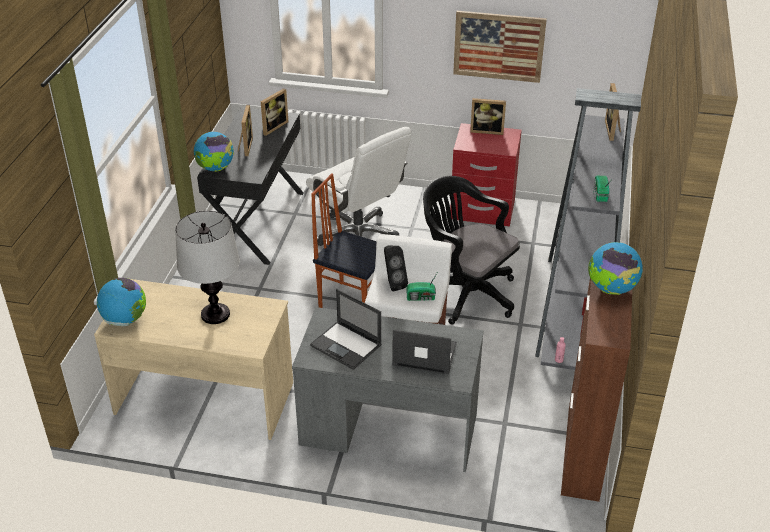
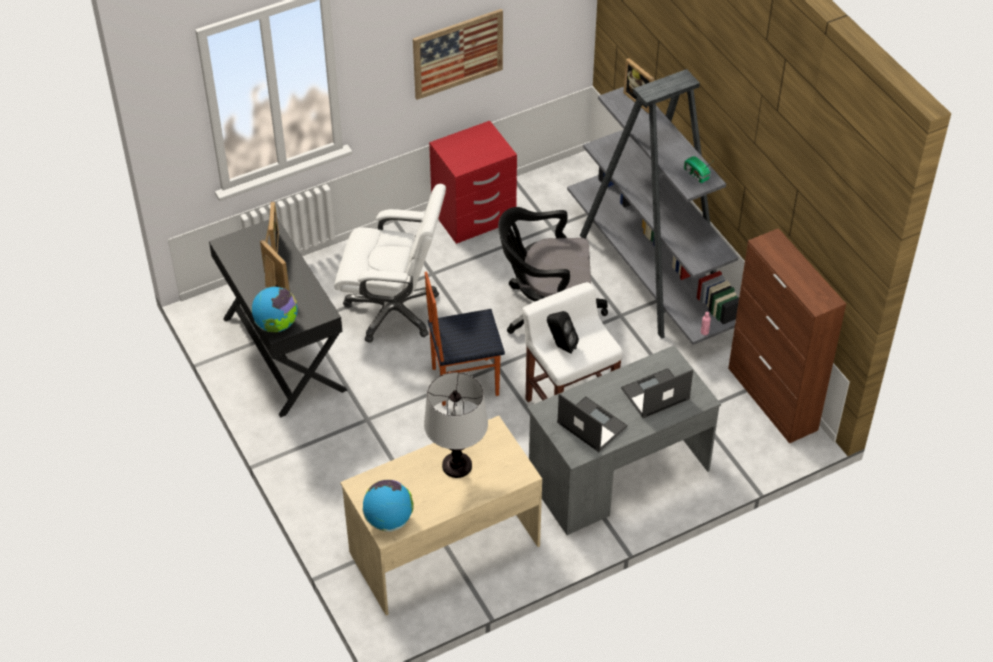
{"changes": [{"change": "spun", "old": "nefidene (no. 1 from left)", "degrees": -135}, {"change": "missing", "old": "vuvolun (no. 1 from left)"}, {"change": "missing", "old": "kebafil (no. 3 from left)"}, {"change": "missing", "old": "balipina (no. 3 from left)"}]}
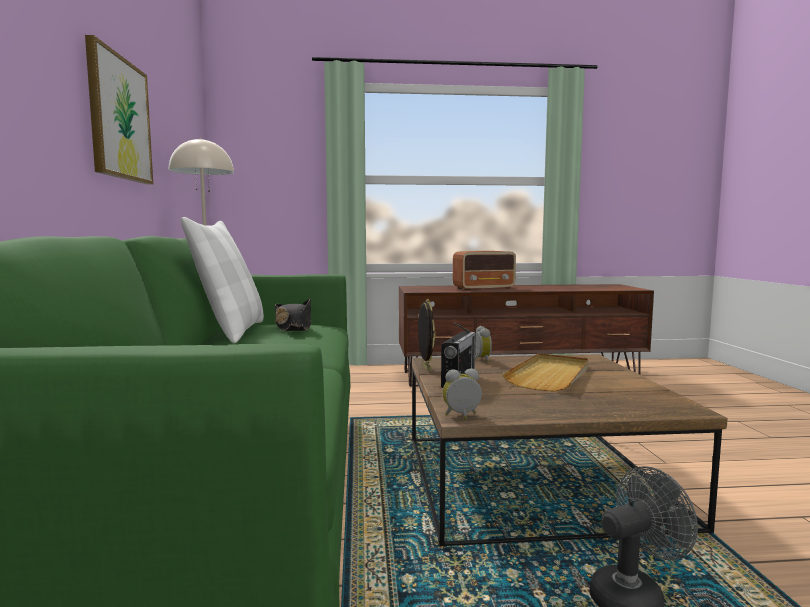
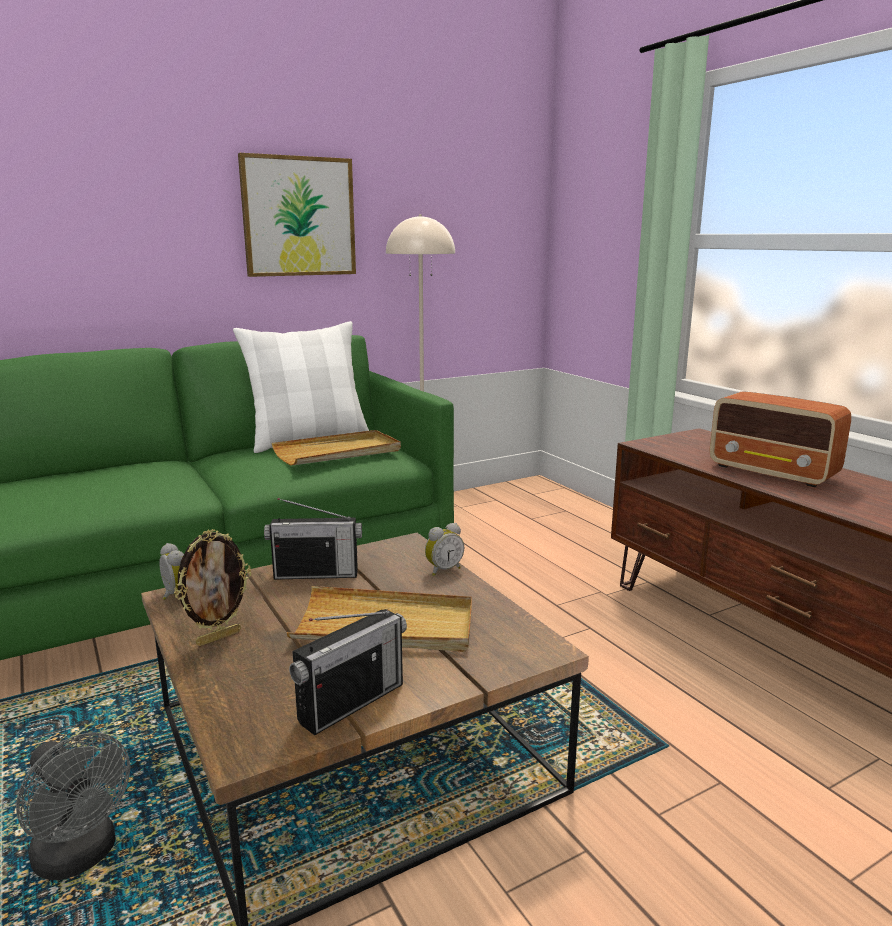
{"changes": [{"change": "exchanged", "old": "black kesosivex", "new": "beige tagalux (no. 1 from left)"}, {"change": "relocated", "old": "kebafil"}, {"change": "appeared", "new": "vuvolun (no. 2 from left)"}]}
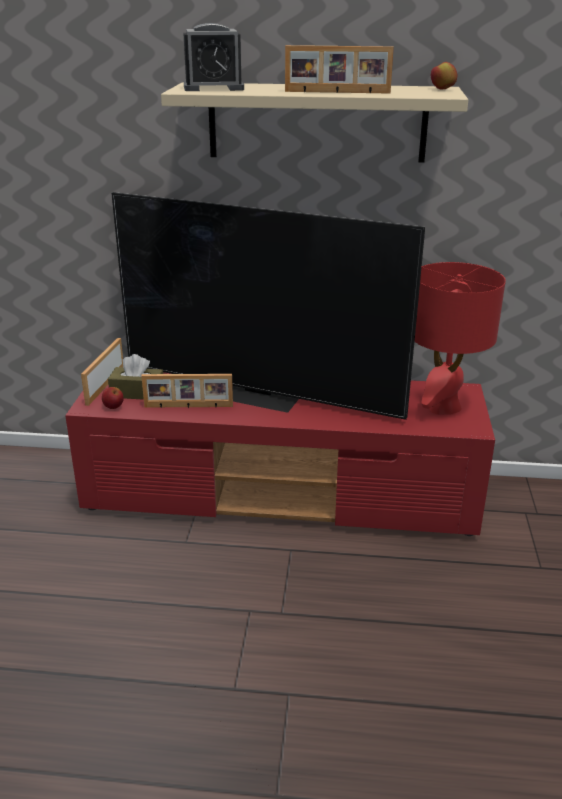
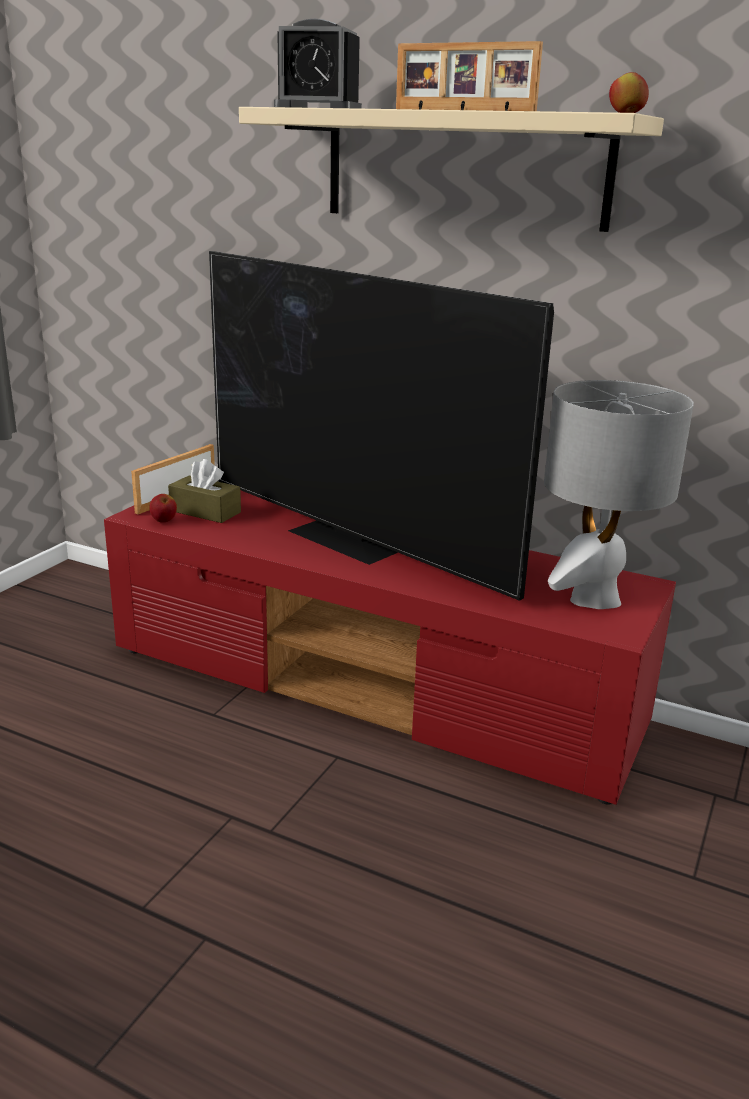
{"changes": [{"change": "missing", "old": "kebafil (no. 2 from left)"}, {"change": "colour", "old": "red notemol", "new": "grey notemol"}]}
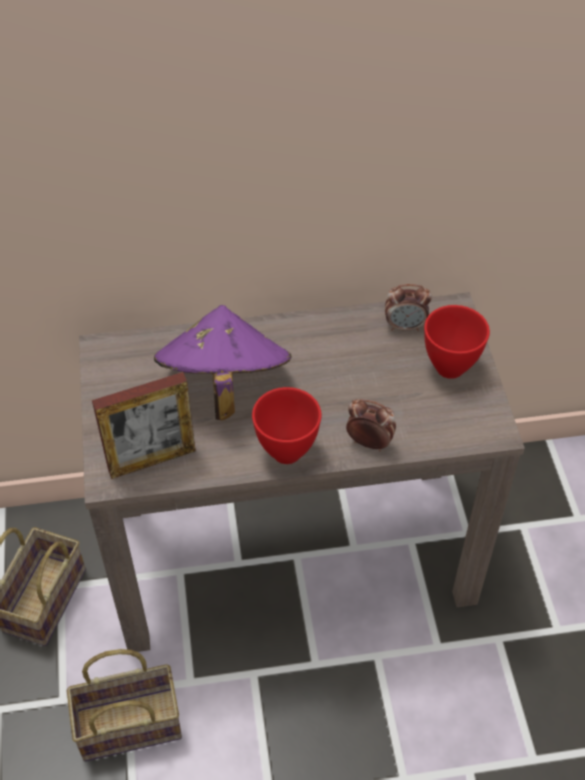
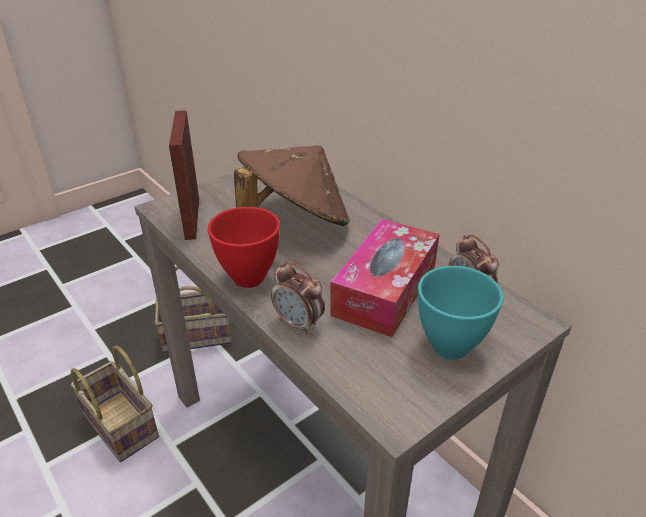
{"changes": [{"change": "spun", "old": "kebafil", "degrees": 45}, {"change": "colour", "old": "purple kesosivex", "new": "brown kesosivex"}, {"change": "spun", "old": "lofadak (no. 1 from left)", "degrees": 135}, {"change": "colour", "old": "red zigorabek (no. 2 from left)", "new": "turquoise zigorabek"}, {"change": "appeared", "new": "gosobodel"}]}
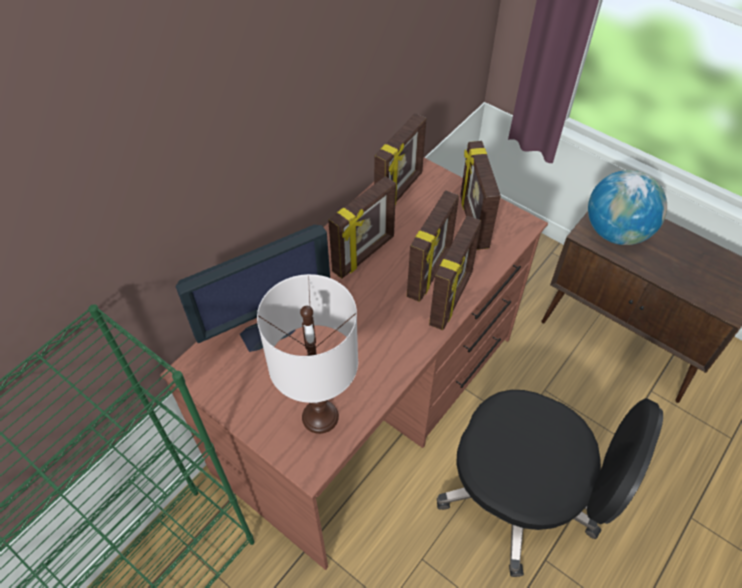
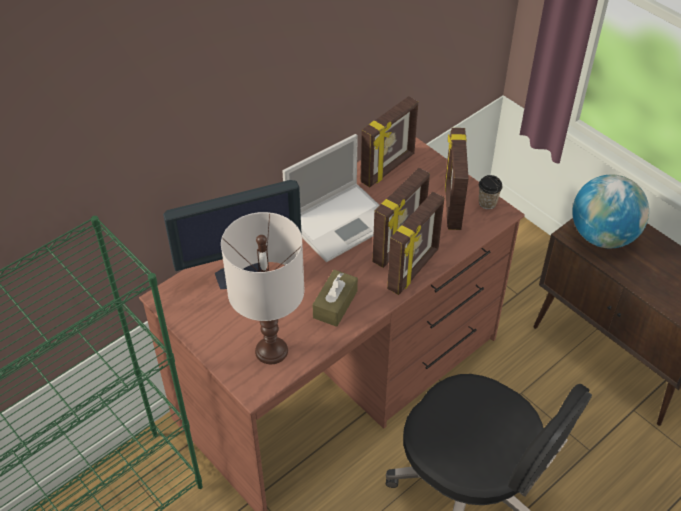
{"changes": [{"change": "exchanged", "old": "kebafil (no. 1 from left)", "new": "nefidene"}, {"change": "appeared", "new": "brown gosobodel"}, {"change": "appeared", "new": "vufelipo"}]}
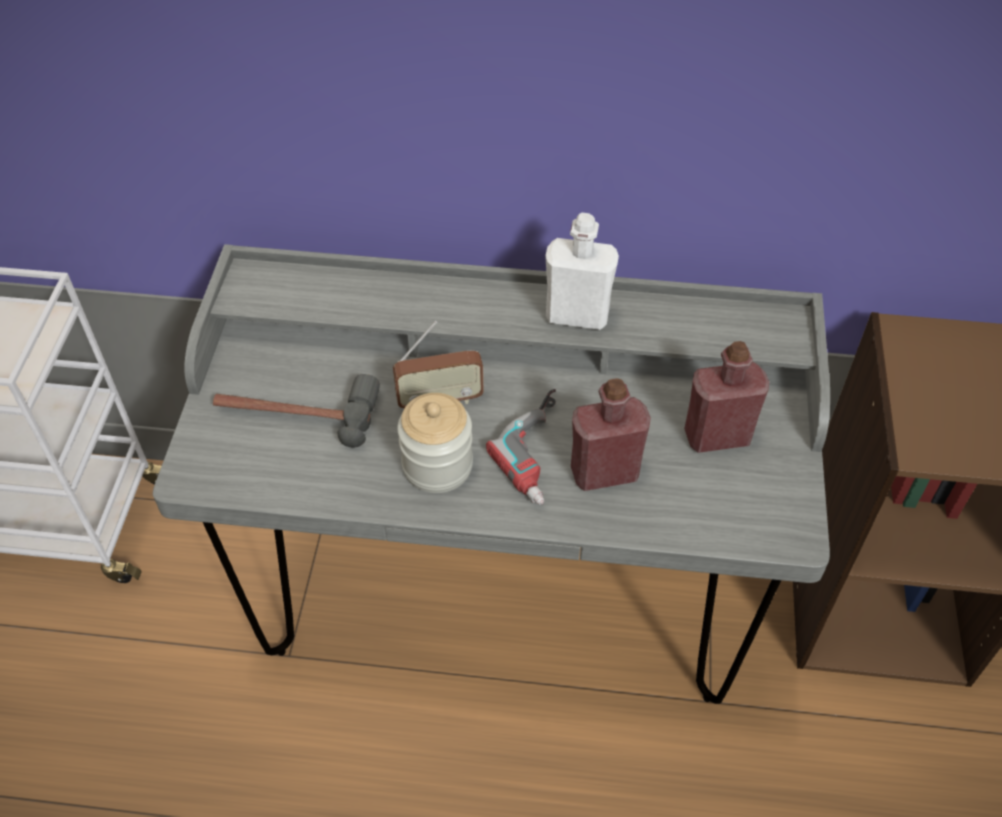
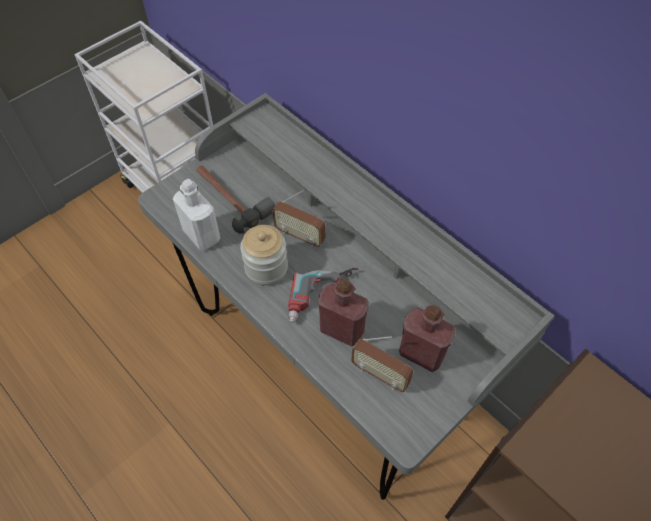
{"changes": [{"change": "relocated", "old": "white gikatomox"}, {"change": "appeared", "new": "vuvolun (no. 2 from left)"}]}
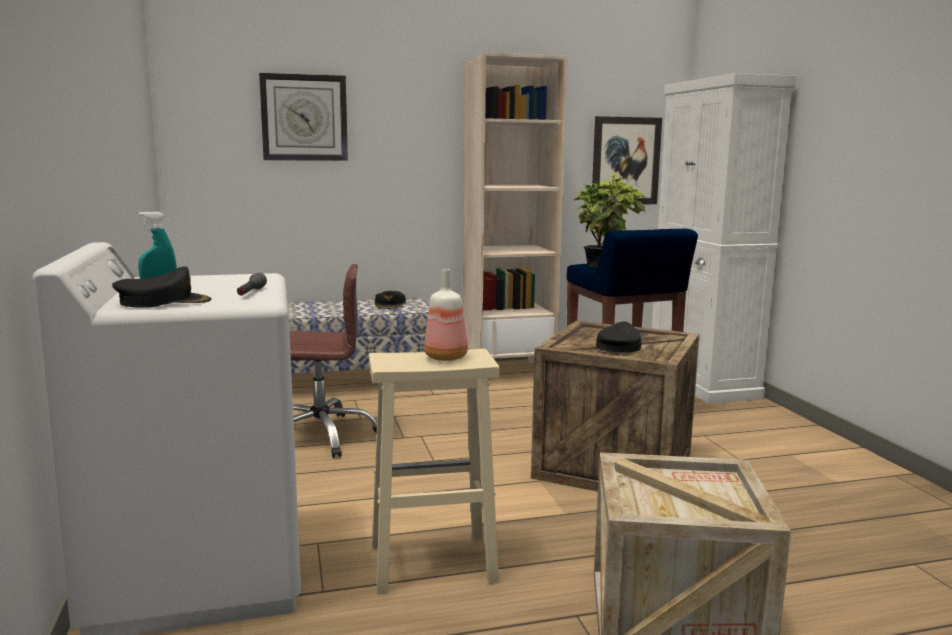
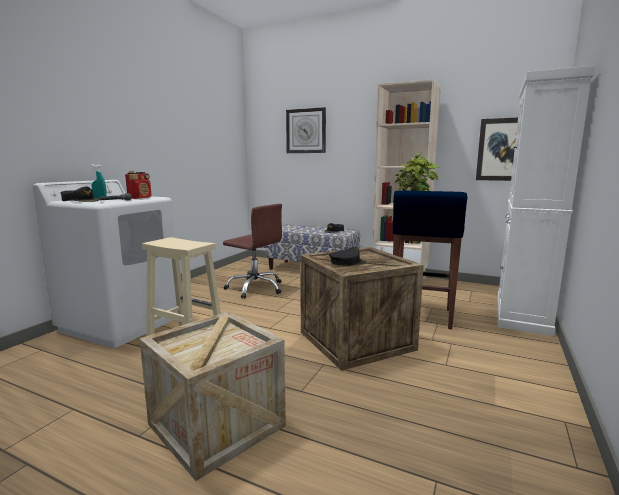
{"changes": [{"change": "missing", "old": "gikatomox"}, {"change": "appeared", "new": "vuvolun"}]}
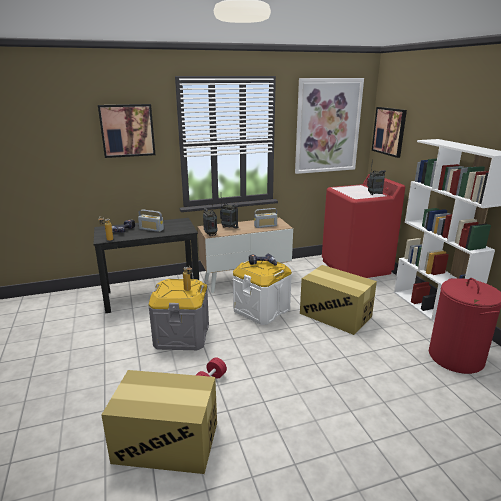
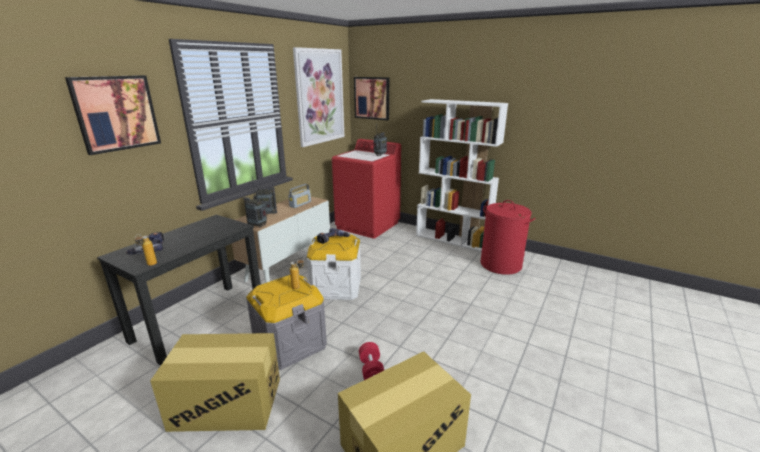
{"changes": [{"change": "missing", "old": "vuvolun (no. 1 from left)"}, {"change": "relocated", "old": "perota (no. 2 from left in the first image)", "new": "perota (no. 1 from left)"}]}
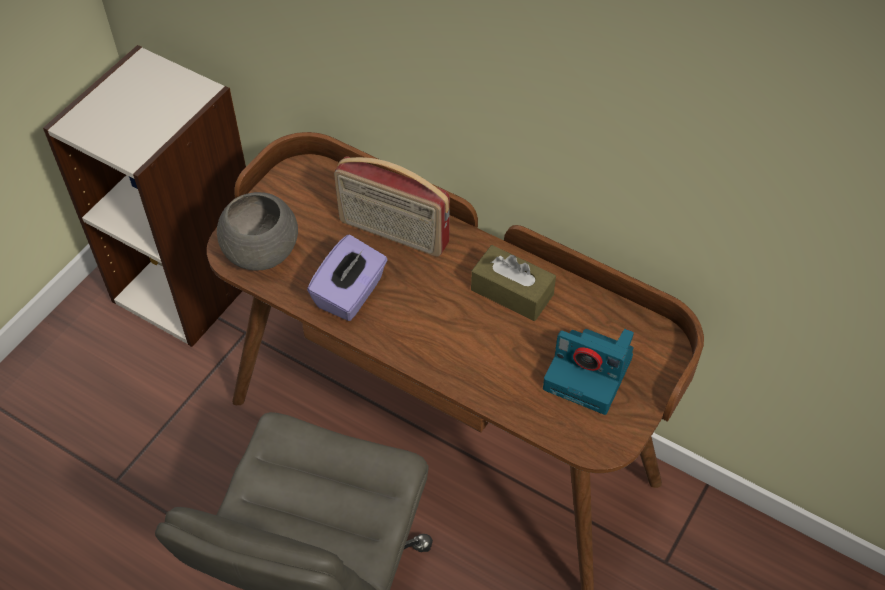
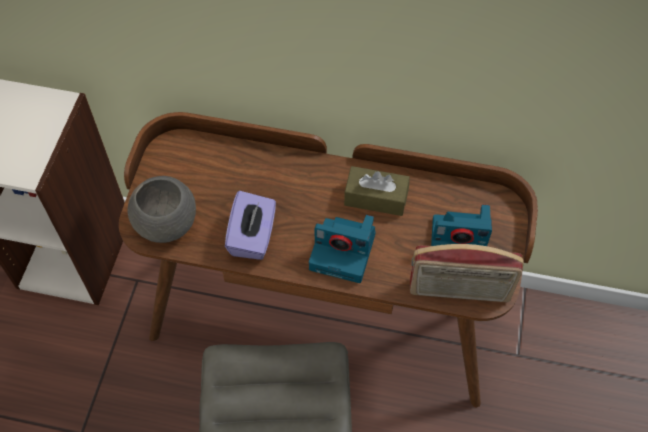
{"changes": [{"change": "relocated", "old": "vuvolun"}, {"change": "appeared", "new": "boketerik (no. 1 from left)"}]}
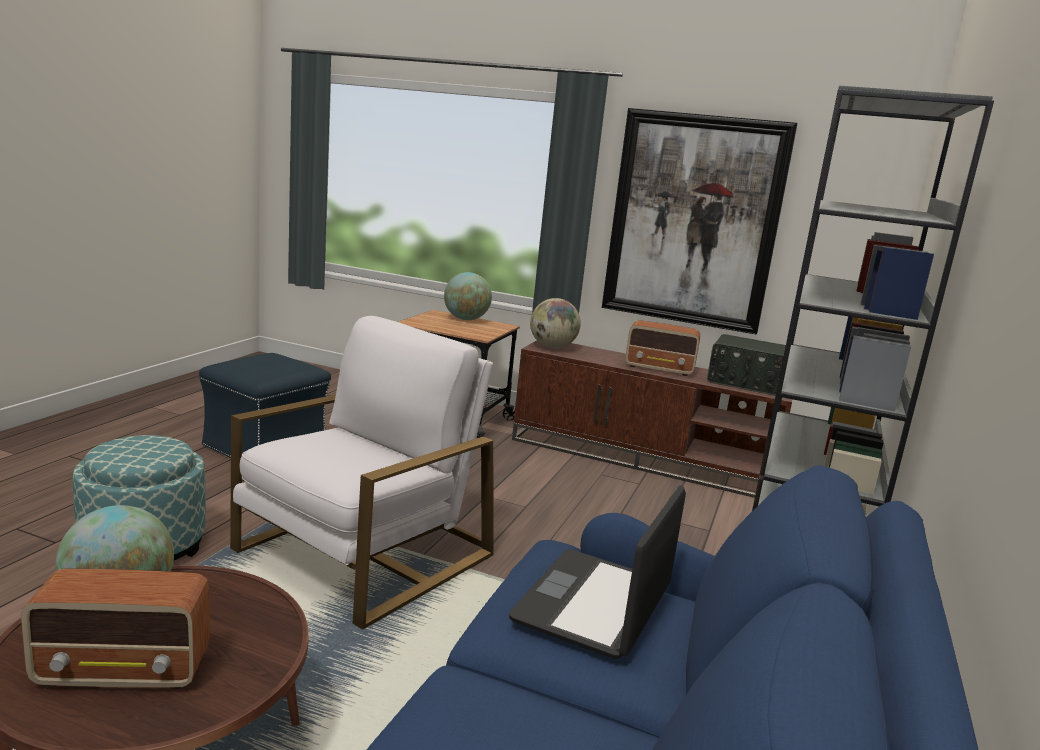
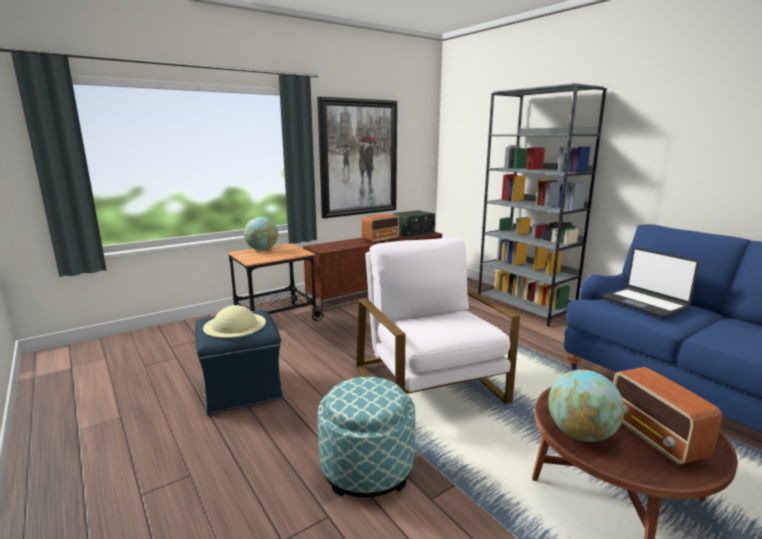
{"changes": [{"change": "spun", "old": "vuvolun (no. 1 from left in the first image)", "degrees": 135}, {"change": "missing", "old": "balipina (no. 3 from left)"}, {"change": "appeared", "new": "beige kesosivex"}]}
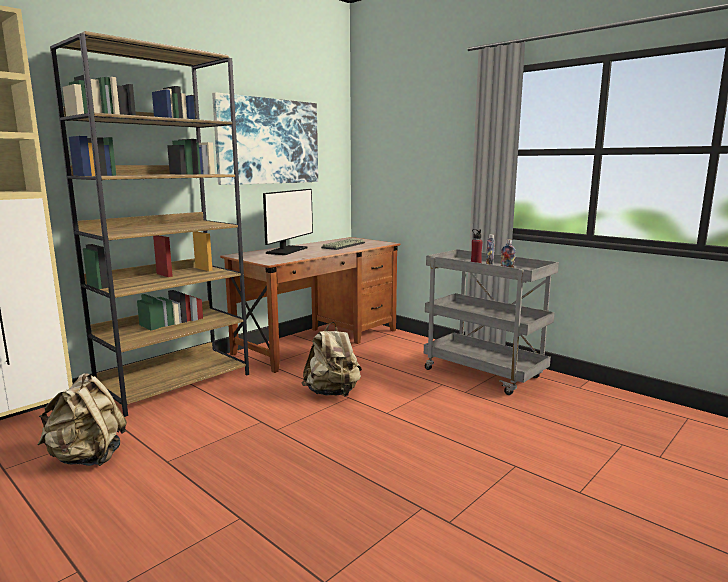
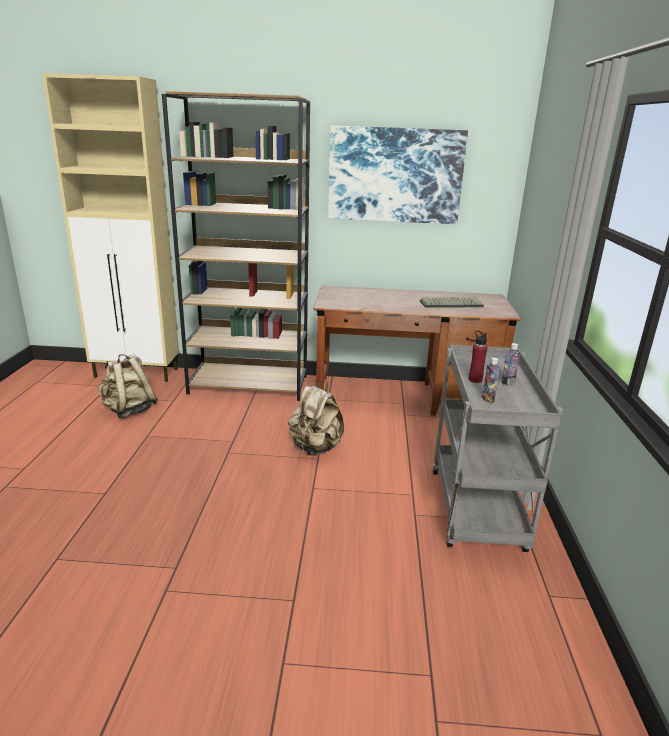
{"changes": [{"change": "missing", "old": "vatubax"}]}
